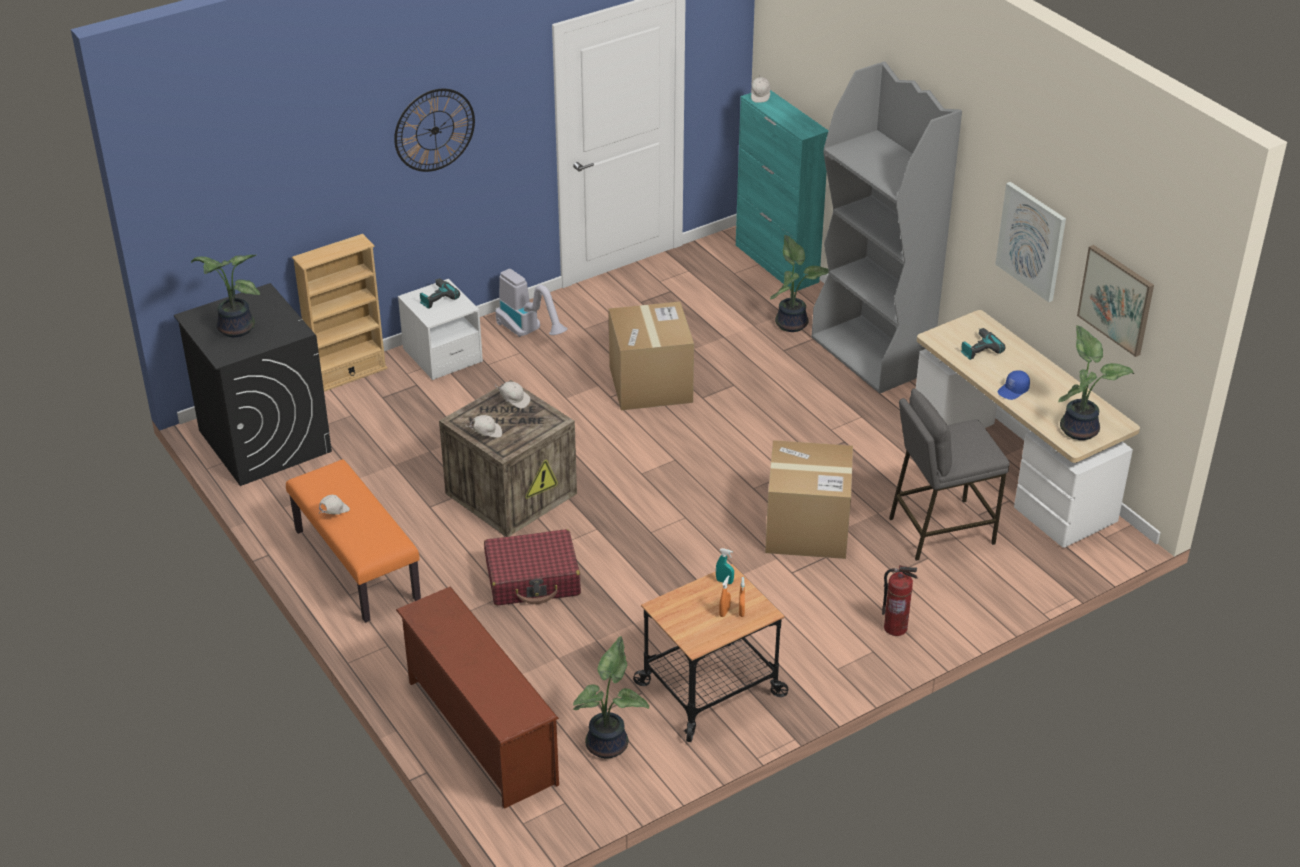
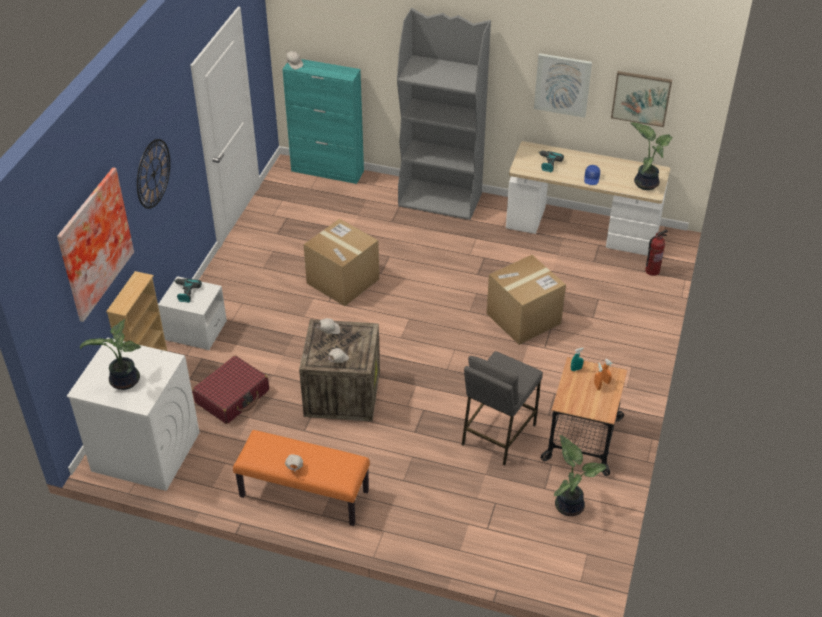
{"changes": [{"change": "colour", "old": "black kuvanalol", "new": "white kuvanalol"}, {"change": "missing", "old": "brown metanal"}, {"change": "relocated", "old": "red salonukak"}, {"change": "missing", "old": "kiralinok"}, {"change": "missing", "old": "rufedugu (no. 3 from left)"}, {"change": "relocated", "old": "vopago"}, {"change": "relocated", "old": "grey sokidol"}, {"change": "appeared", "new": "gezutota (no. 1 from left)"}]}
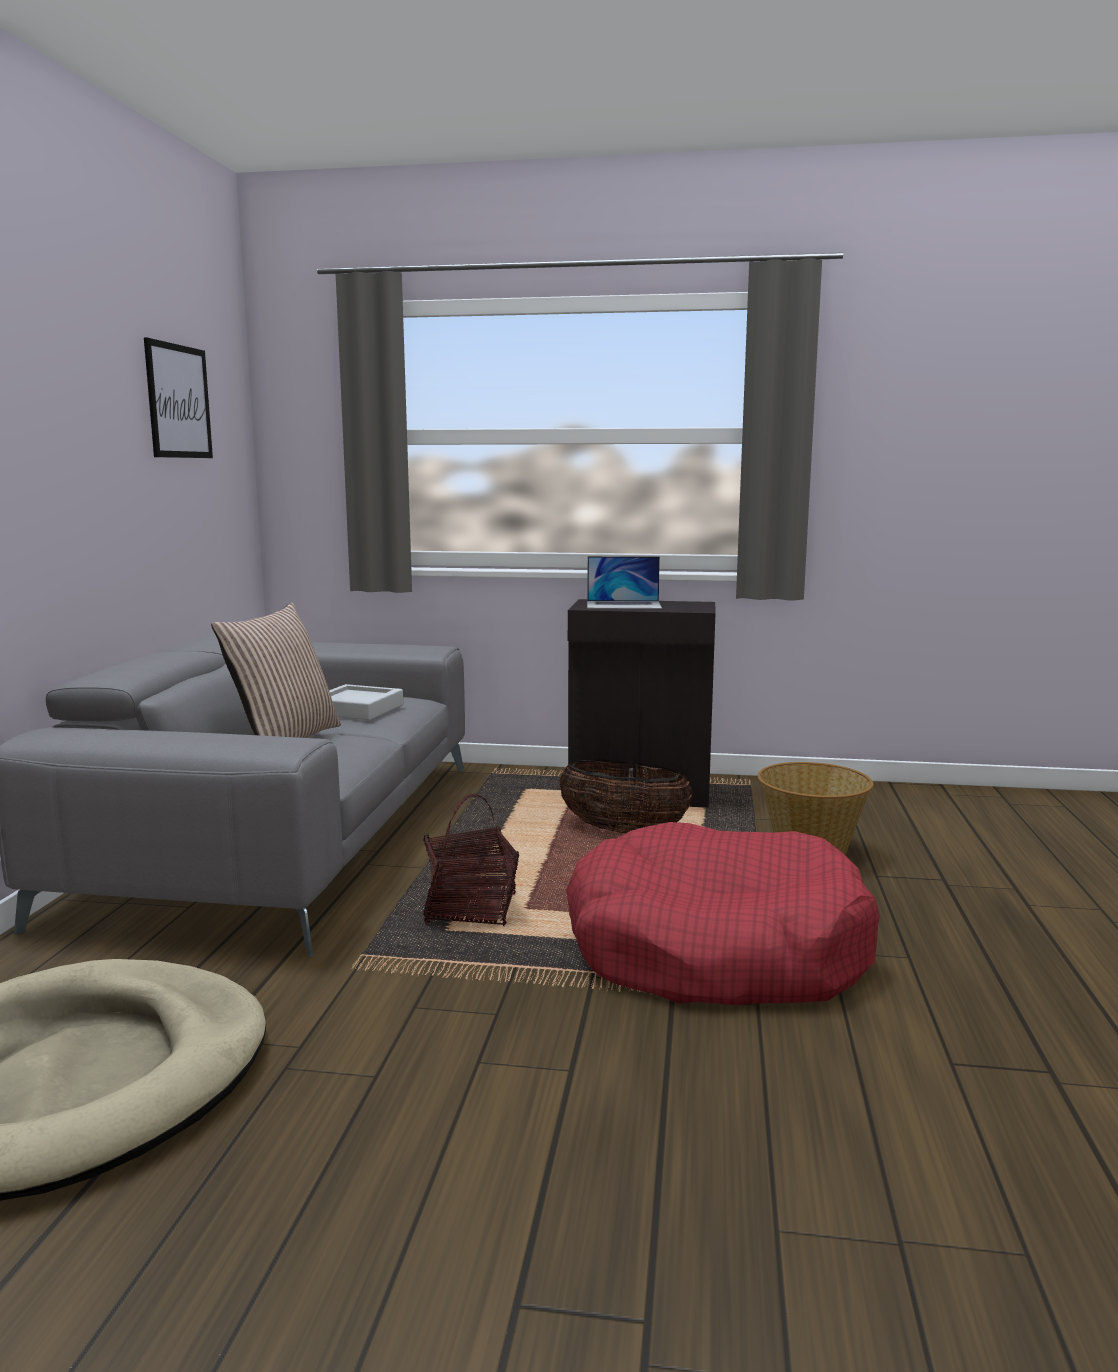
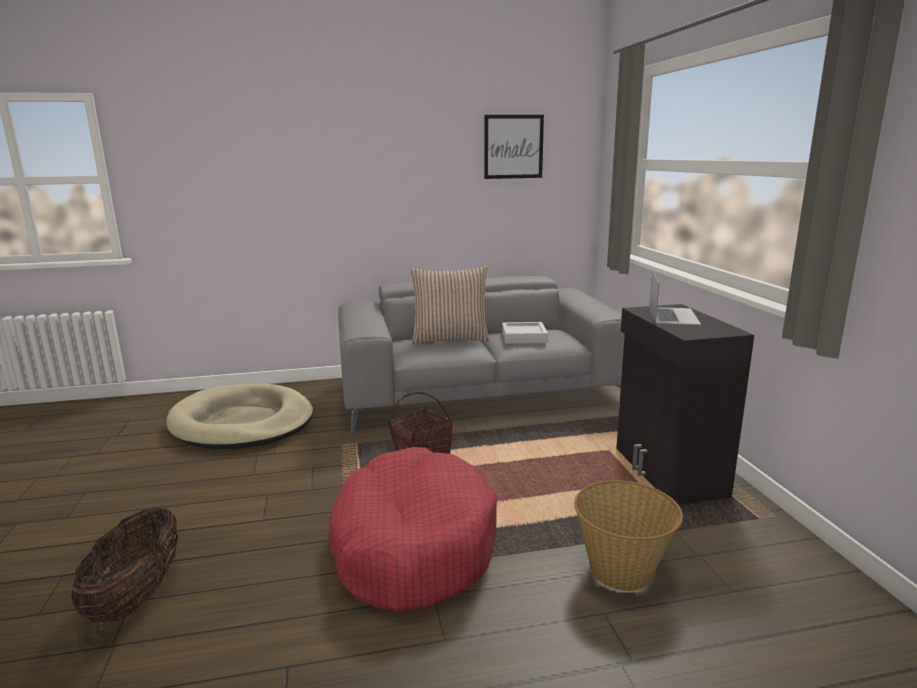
{"changes": [{"change": "relocated", "old": "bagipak (no. 2 from left in the first image)", "new": "bagipak (no. 1 from left)"}, {"change": "spun", "old": "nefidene", "degrees": -150}]}
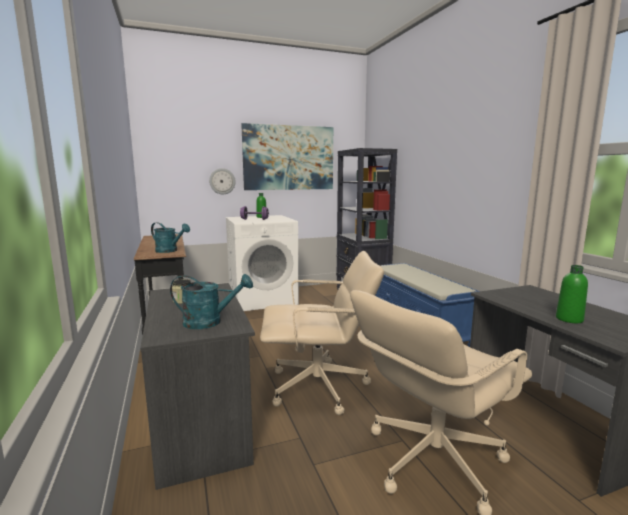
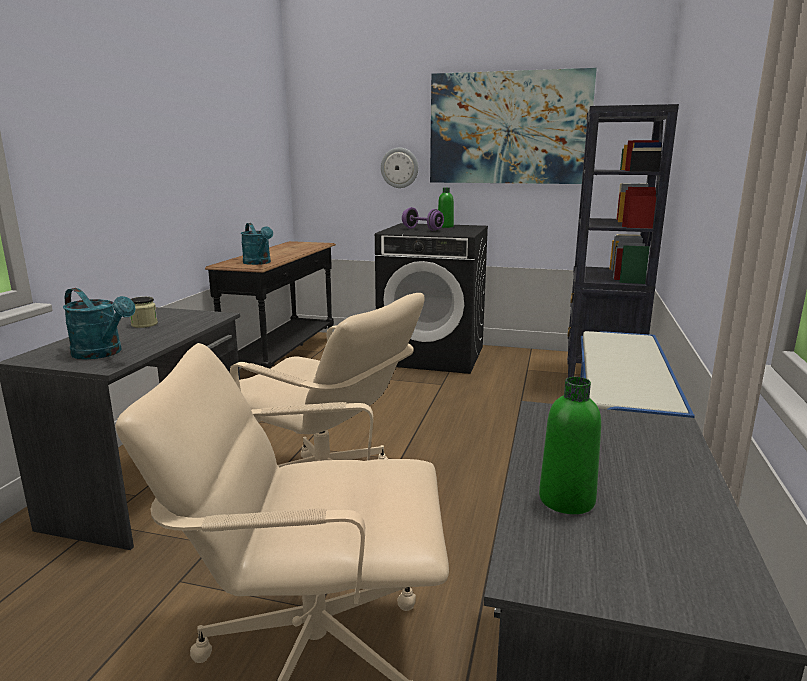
{"changes": [{"change": "colour", "old": "white kuvanalol", "new": "black kuvanalol"}]}
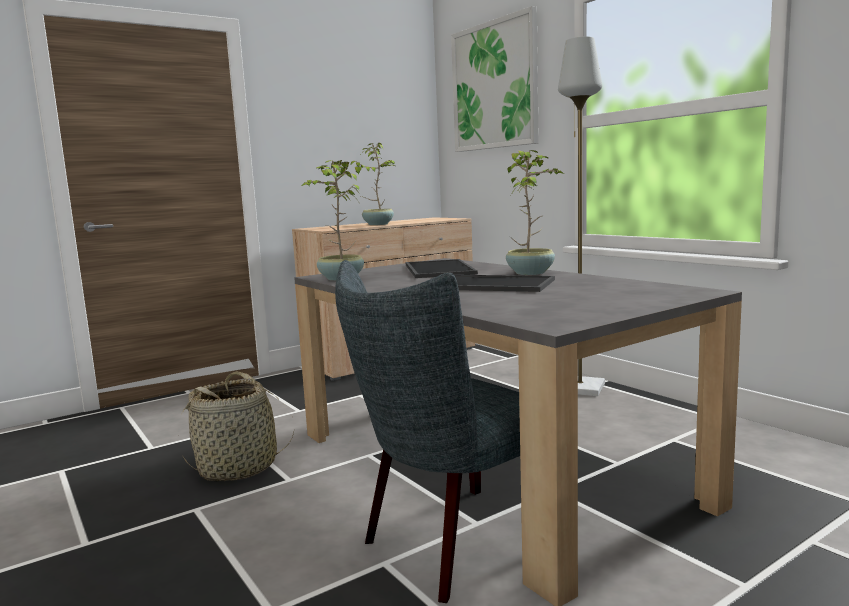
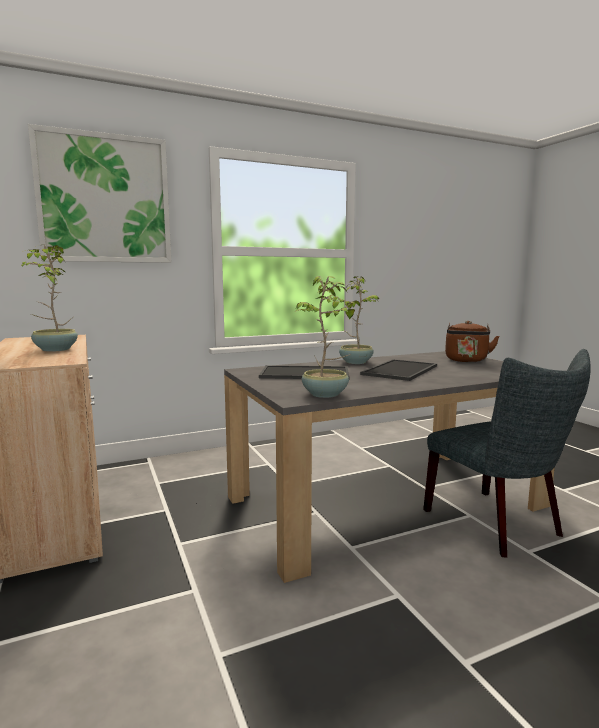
{"changes": [{"change": "missing", "old": "bagipak"}, {"change": "missing", "old": "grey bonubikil"}, {"change": "appeared", "new": "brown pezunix"}]}
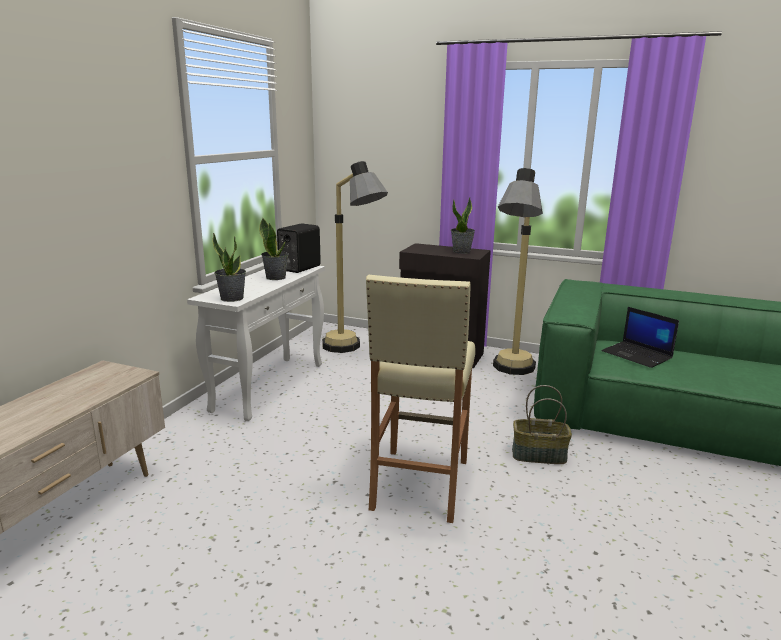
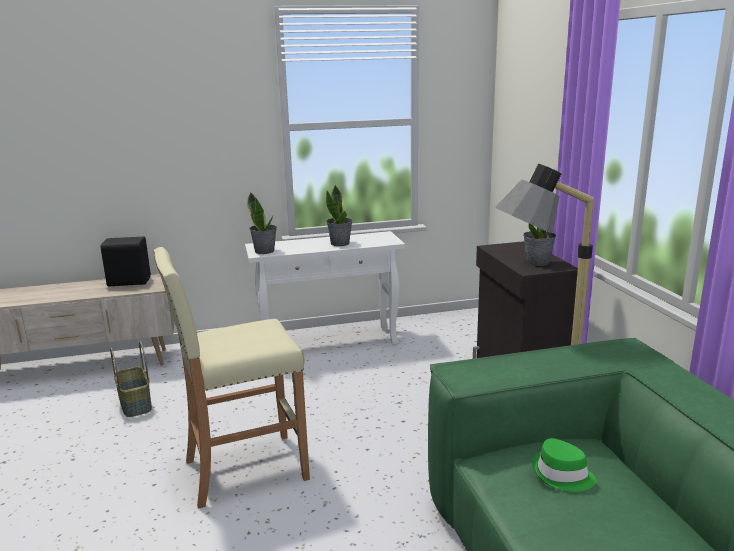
{"changes": [{"change": "relocated", "old": "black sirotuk"}, {"change": "missing", "old": "bonubikil (no. 1 from left)"}, {"change": "relocated", "old": "bagipak"}, {"change": "exchanged", "old": "nefidene", "new": "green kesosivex"}]}
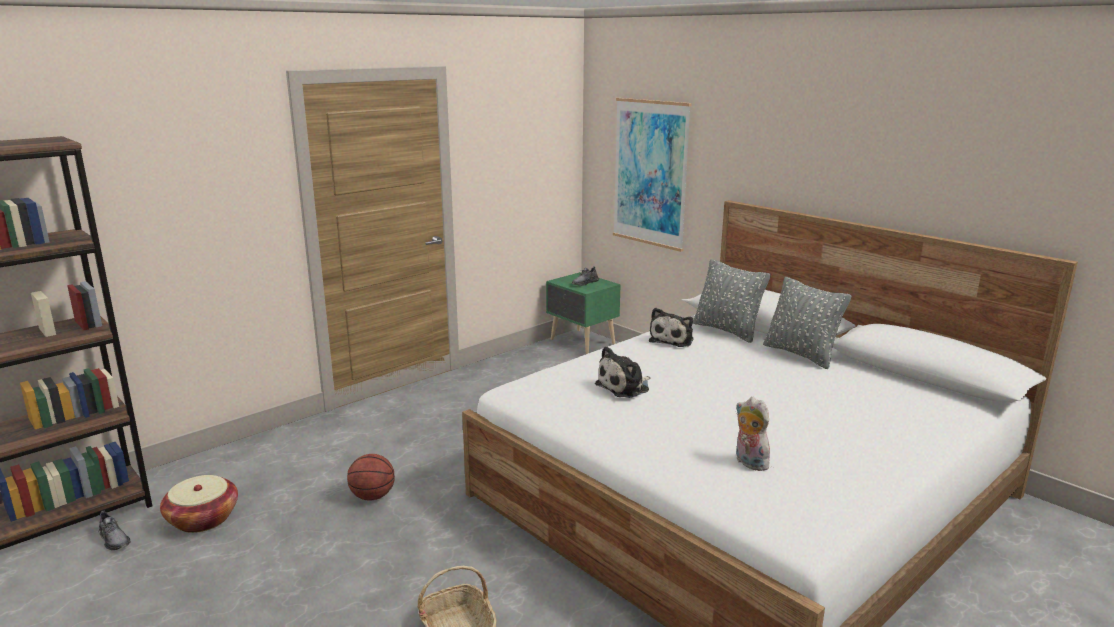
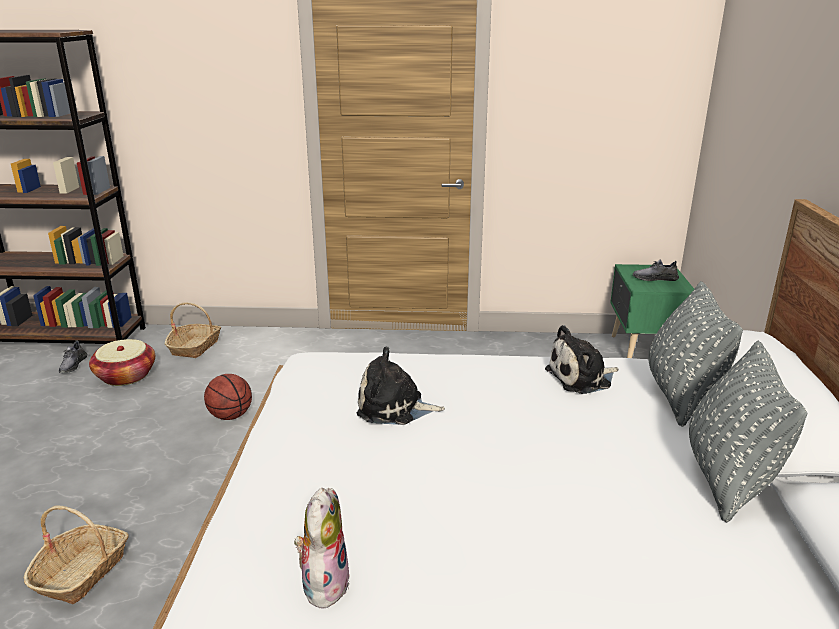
{"changes": [{"change": "missing", "old": "gezutota"}, {"change": "appeared", "new": "bagipak (no. 3 from left)"}]}
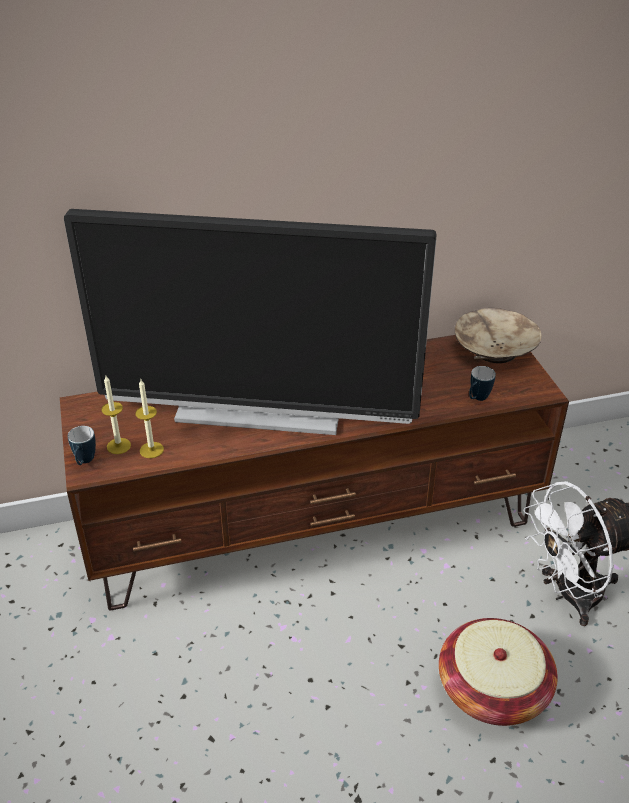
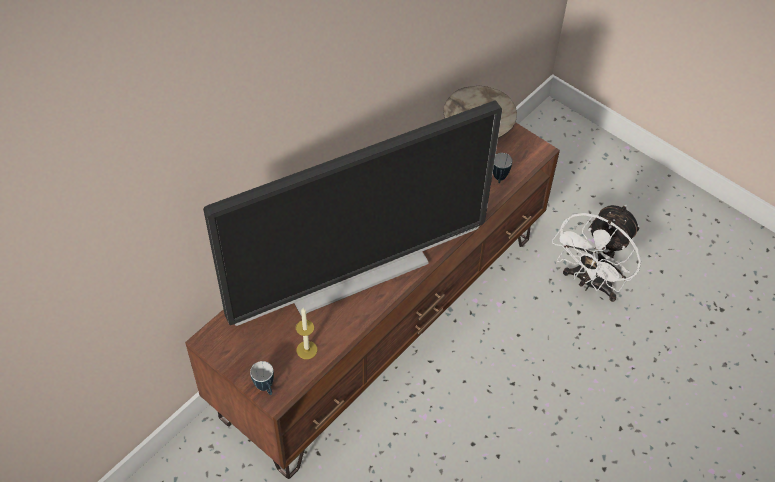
{"changes": [{"change": "missing", "old": "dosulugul (no. 1 from left)"}, {"change": "missing", "old": "bagipak"}]}
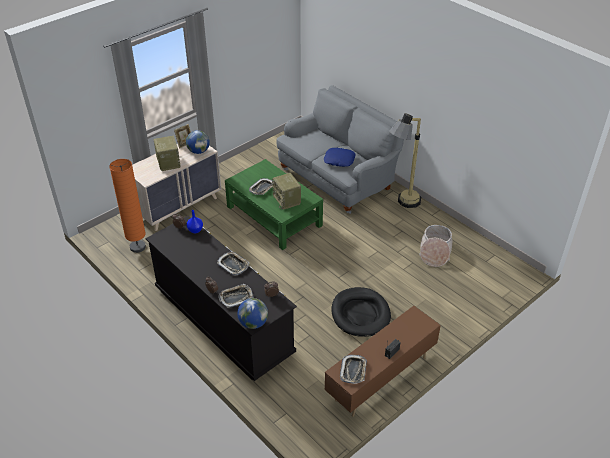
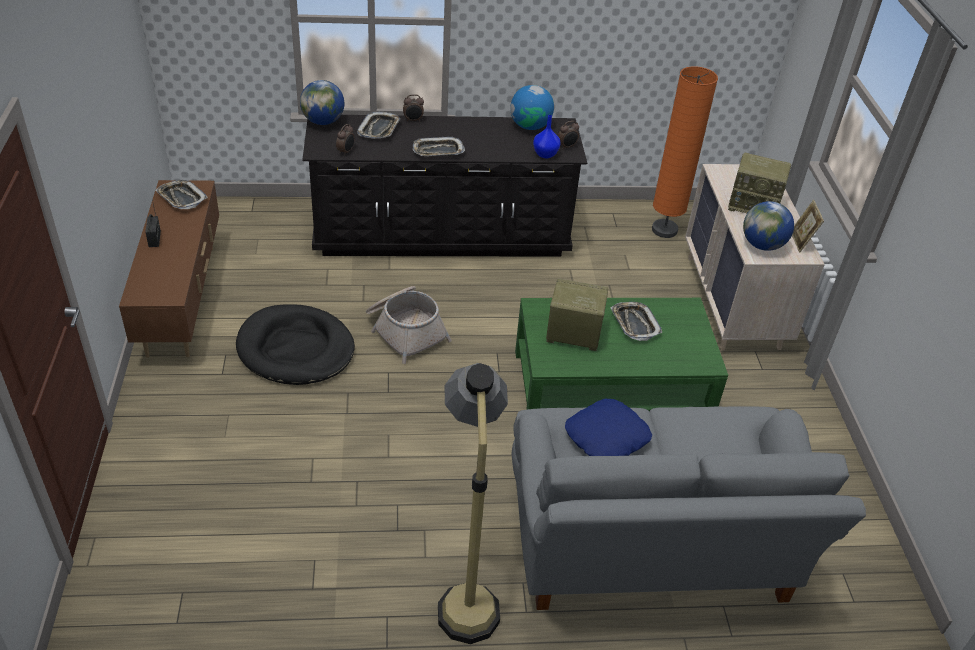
{"changes": [{"change": "relocated", "old": "bagipak"}, {"change": "appeared", "new": "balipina (no. 2 from left)"}]}
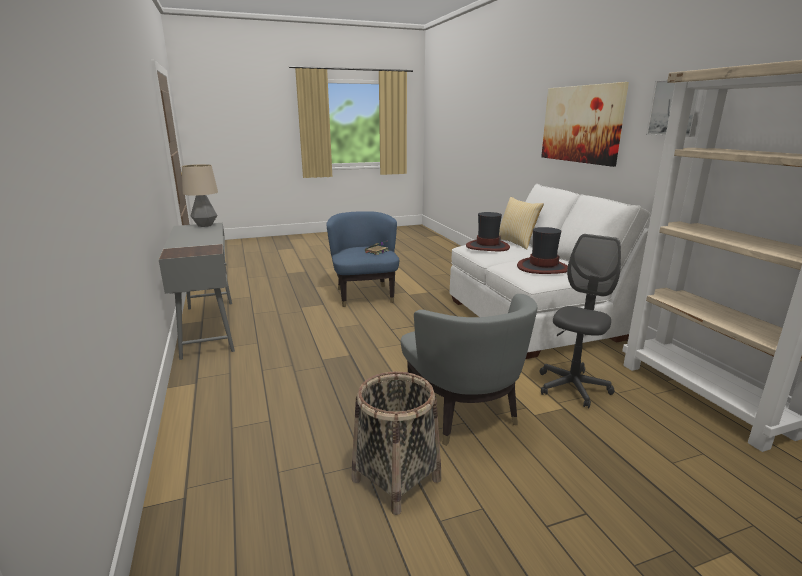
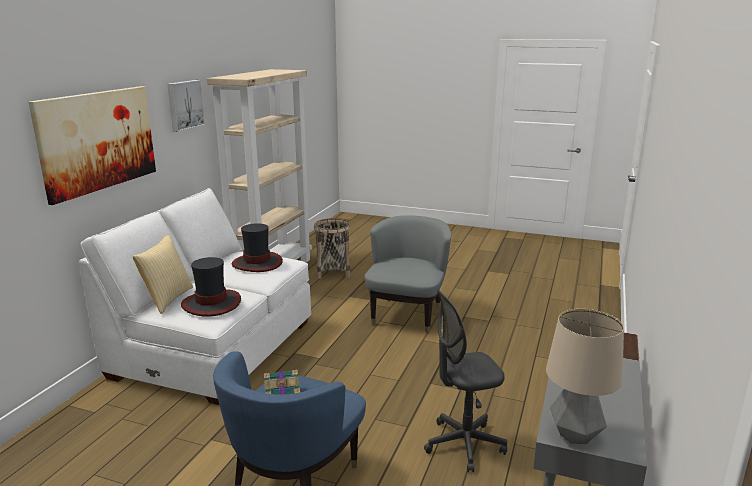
{"changes": [{"change": "relocated", "old": "bagipak"}, {"change": "relocated", "old": "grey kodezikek"}]}
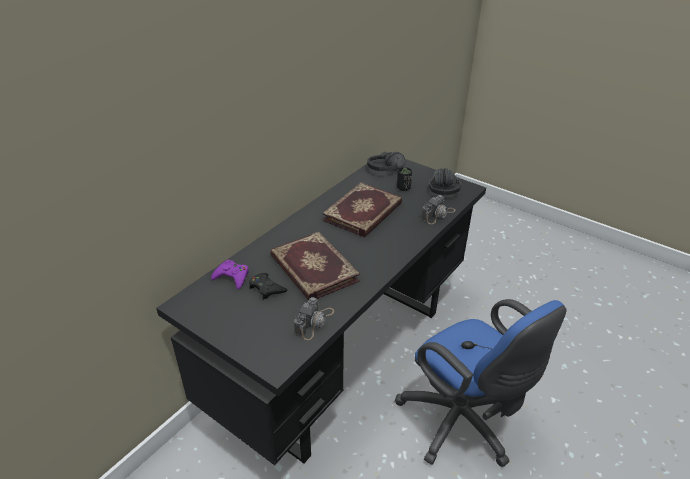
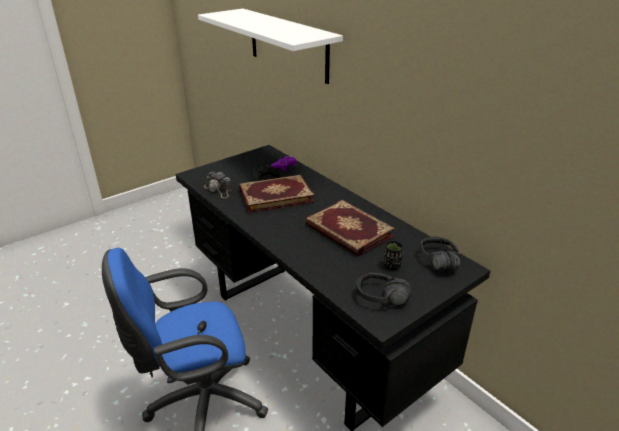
{"changes": [{"change": "missing", "old": "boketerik (no. 2 from left)"}, {"change": "appeared", "new": "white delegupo"}]}
